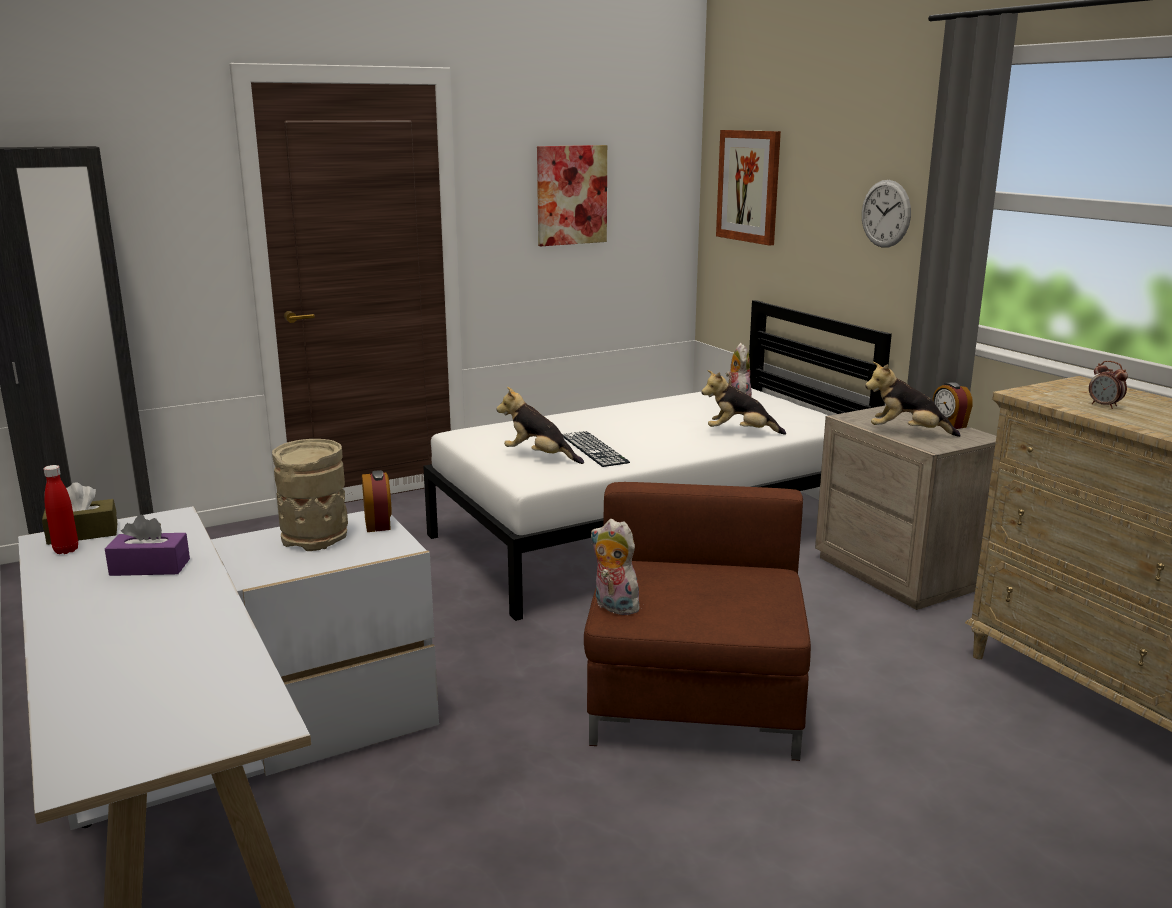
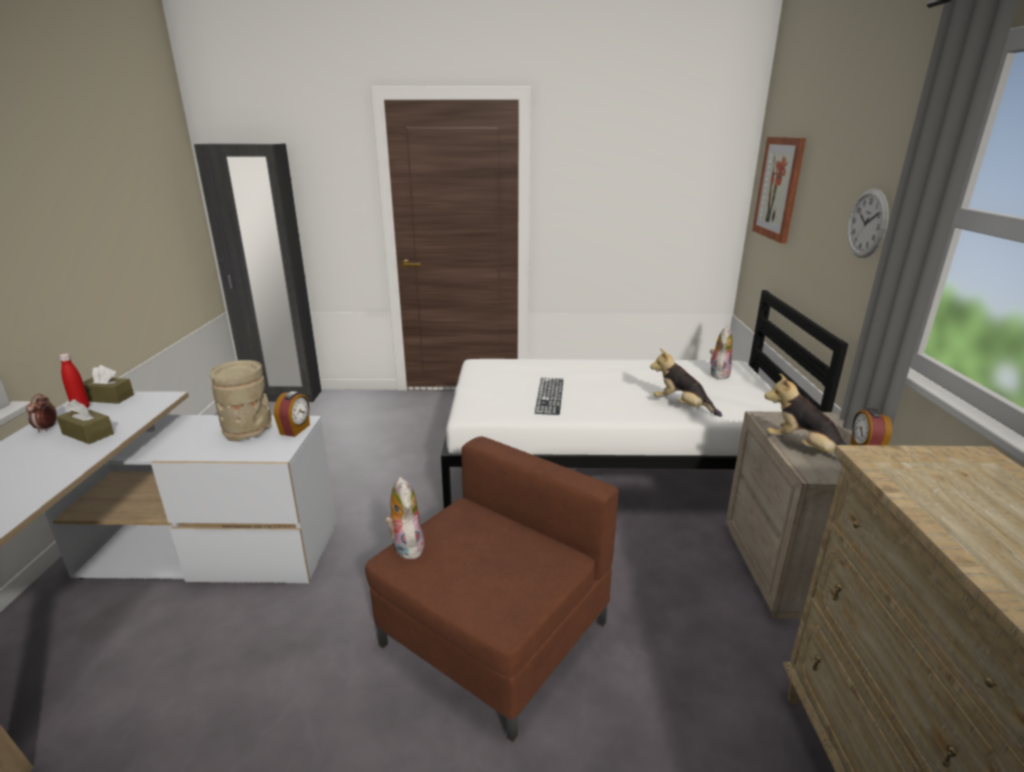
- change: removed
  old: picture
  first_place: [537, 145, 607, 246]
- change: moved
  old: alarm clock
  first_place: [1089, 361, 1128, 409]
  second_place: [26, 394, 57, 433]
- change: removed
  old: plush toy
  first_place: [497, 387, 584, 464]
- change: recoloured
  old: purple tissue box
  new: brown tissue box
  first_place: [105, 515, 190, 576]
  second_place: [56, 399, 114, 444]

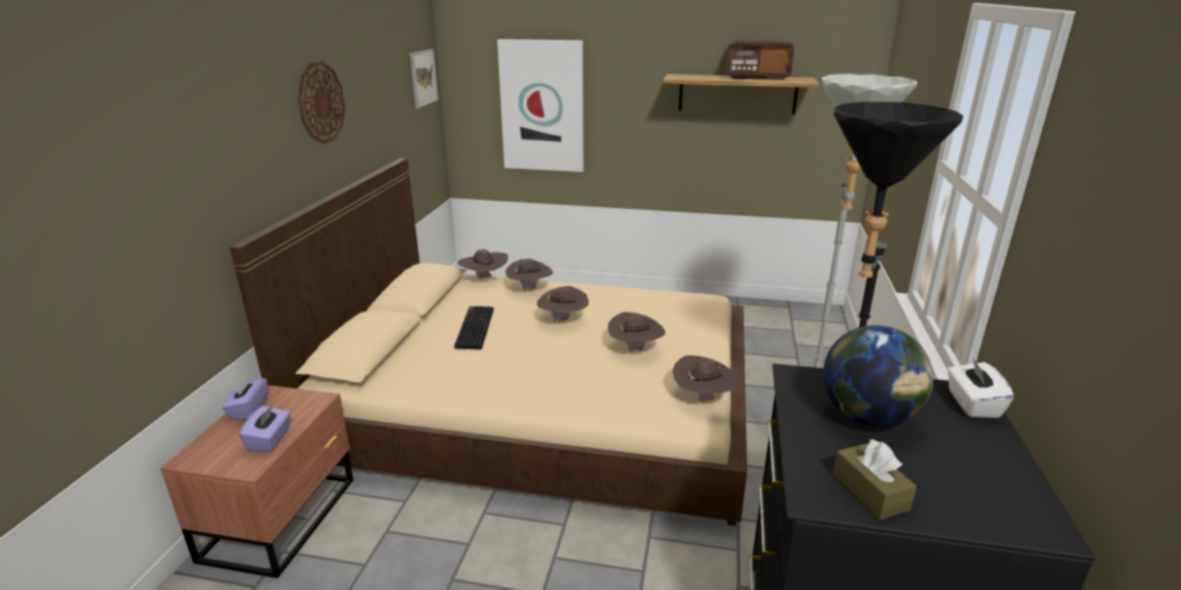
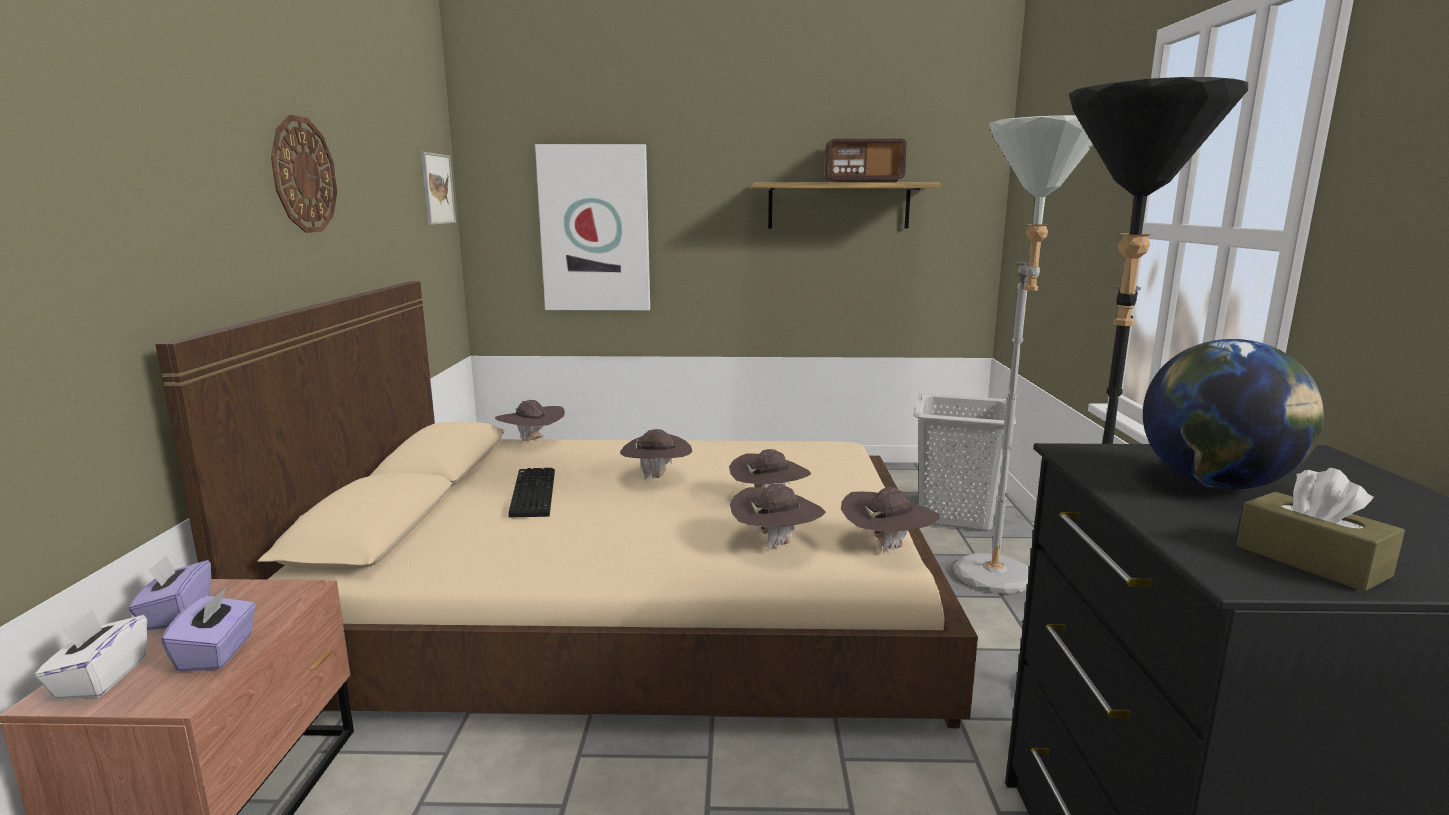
- change: moved
  old: brown hat
  first_place: [505, 259, 553, 292]
  second_place: [730, 484, 826, 550]
- change: moved
  old: white tissue box
  first_place: [947, 358, 1014, 418]
  second_place: [34, 610, 147, 699]
- change: added
  new: grey laundry basket
  second_place: [913, 393, 1016, 531]

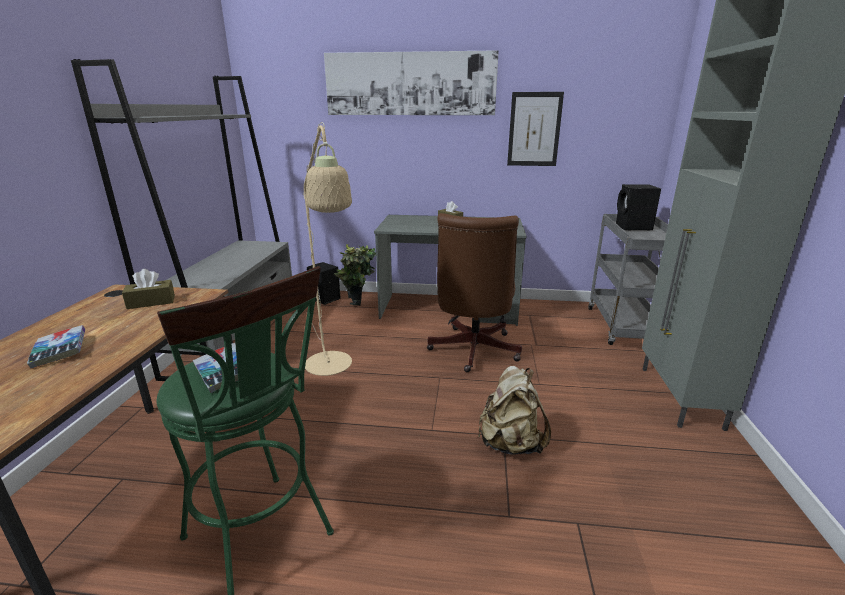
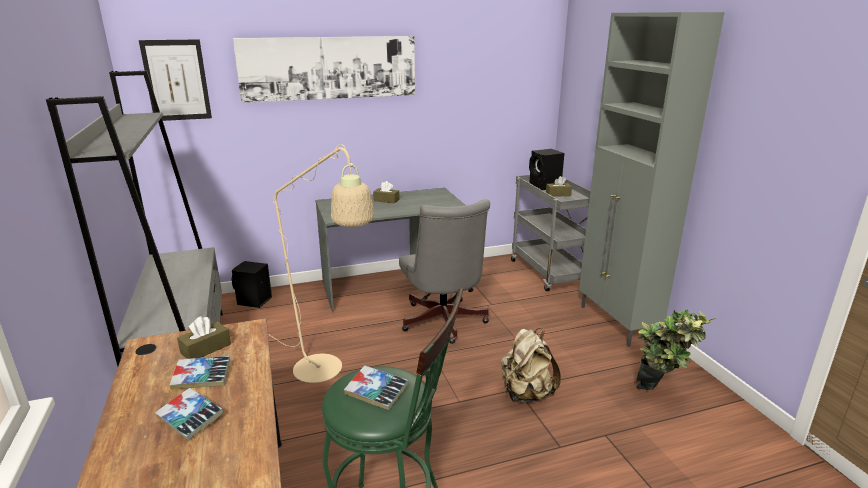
- change: moved
  old: picture
  first_place: [507, 92, 564, 166]
  second_place: [139, 40, 212, 121]
- change: recoloured
  old: brown office chair
  new: grey office chair
  first_place: [427, 213, 522, 372]
  second_place: [399, 199, 490, 344]
- change: moved
  old: potted plant
  first_place: [334, 244, 376, 306]
  second_place: [636, 309, 717, 390]
- change: added
  new: brown tissue box
  second_place: [546, 176, 572, 197]
- change: added
  new: book
  second_place: [169, 356, 230, 390]

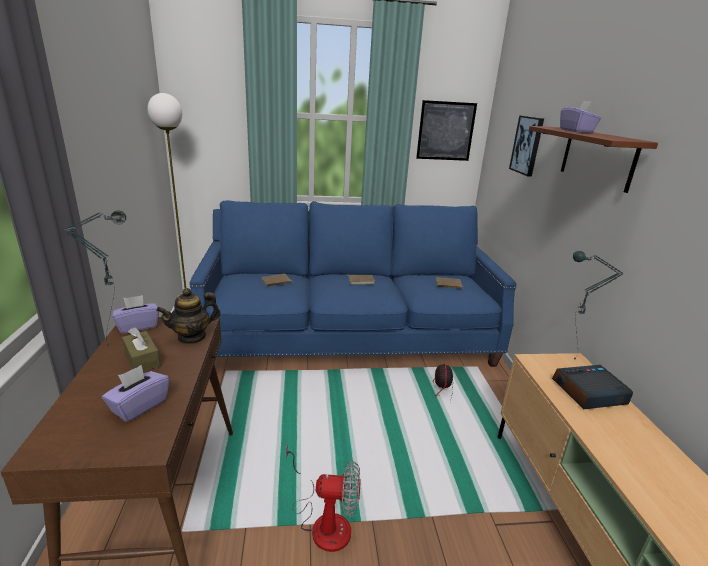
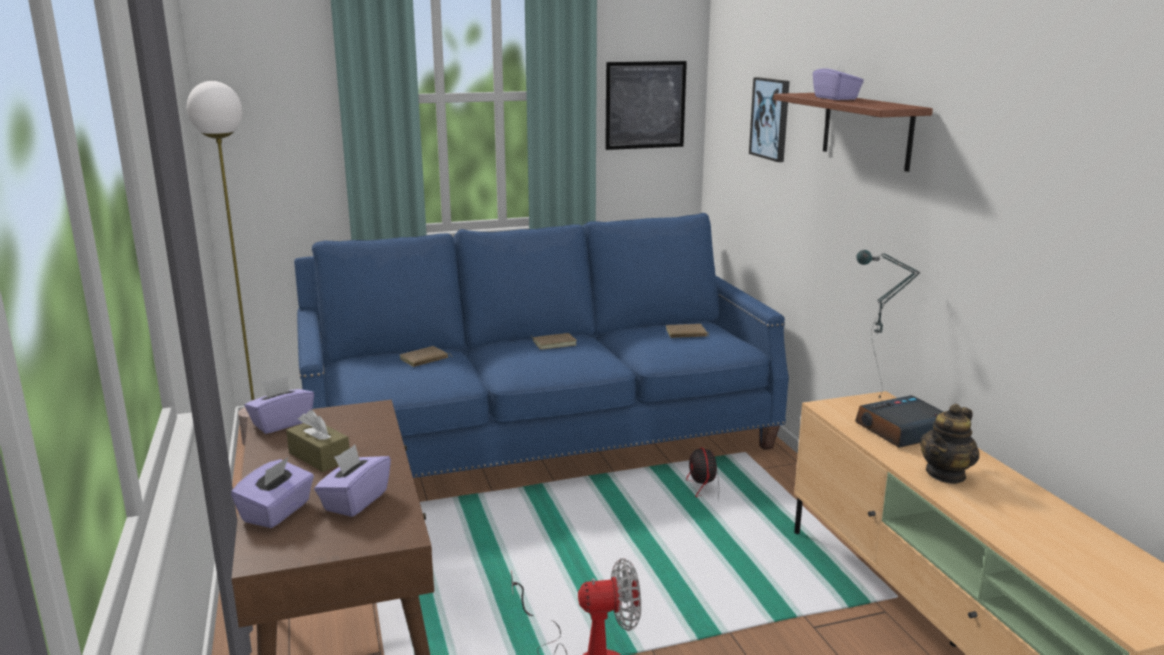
- change: removed
  old: table lamp
  first_place: [64, 210, 126, 346]
- change: moved
  old: teapot
  first_place: [156, 288, 221, 345]
  second_place: [920, 404, 979, 484]
- change: added
  new: purple tissue box
  second_place: [231, 458, 314, 528]

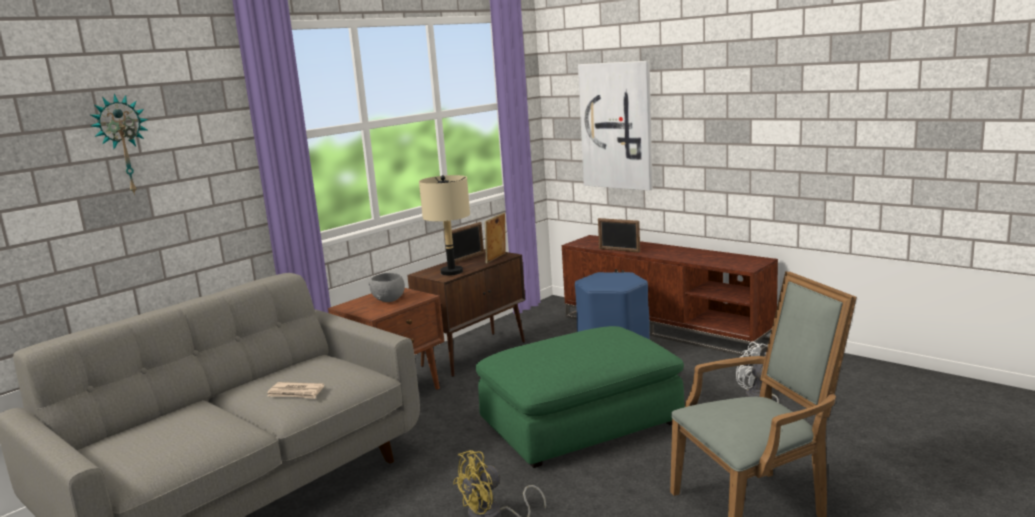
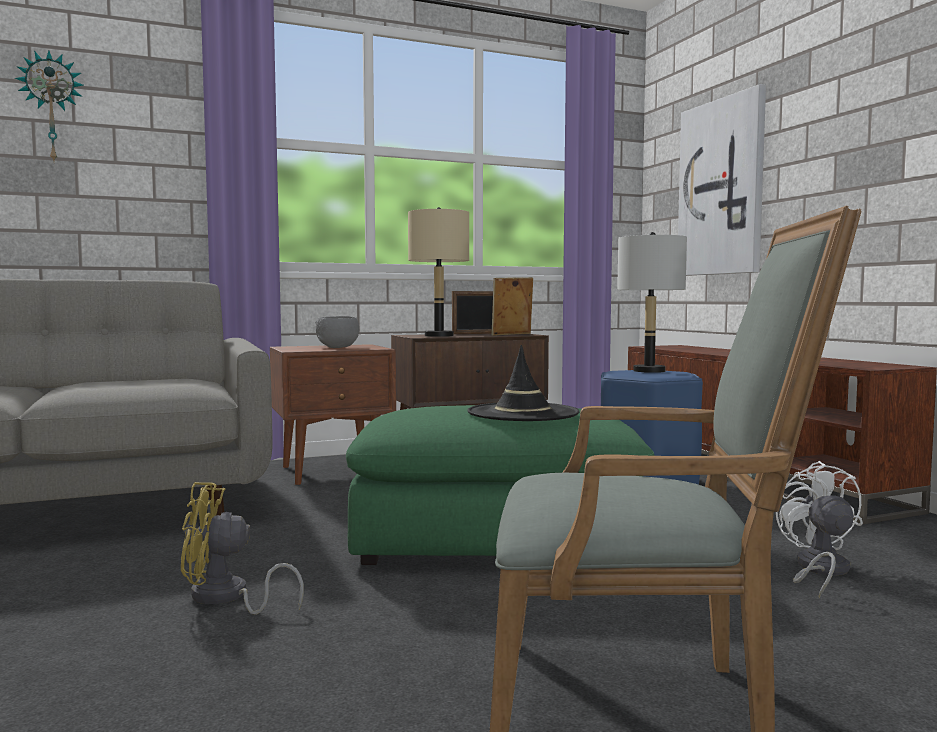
- change: removed
  old: picture frame
  first_place: [598, 218, 640, 253]
- change: removed
  old: newspaper
  first_place: [267, 382, 324, 399]
- change: added
  new: grey table lamp
  second_place: [617, 232, 687, 373]
- change: added
  new: black hat
  second_place: [467, 345, 579, 421]

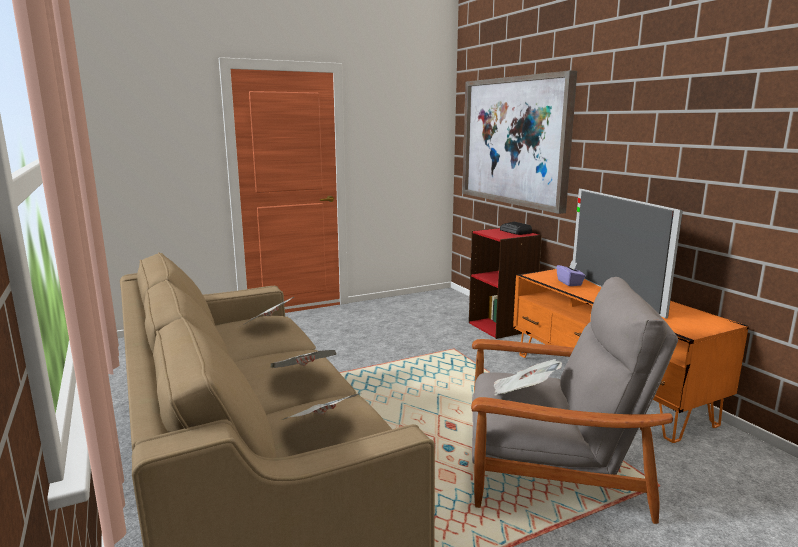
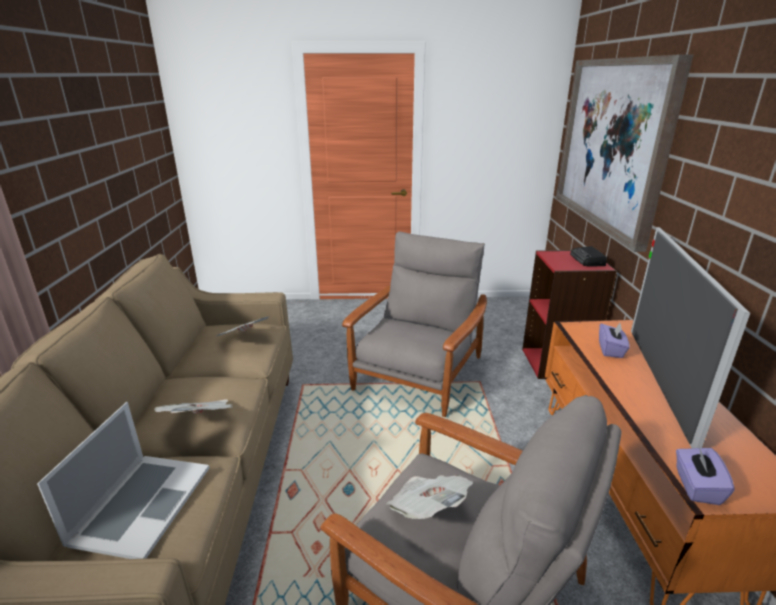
- change: replaced
  old: newspaper
  new: laptop
  first_place: [282, 393, 360, 420]
  second_place: [37, 402, 209, 559]
- change: added
  new: grey armchair
  second_place: [342, 231, 487, 417]
- change: added
  new: purple tissue box
  second_place: [676, 446, 735, 505]

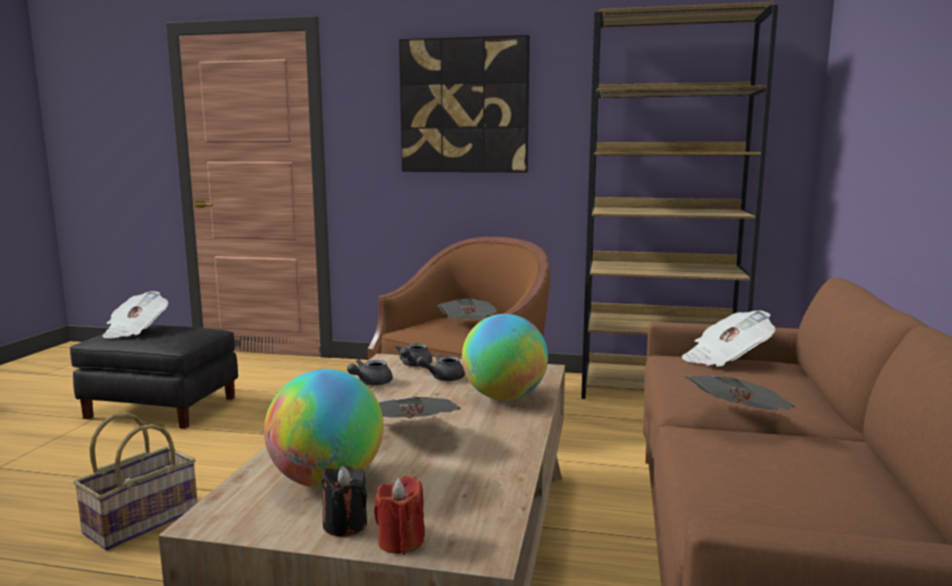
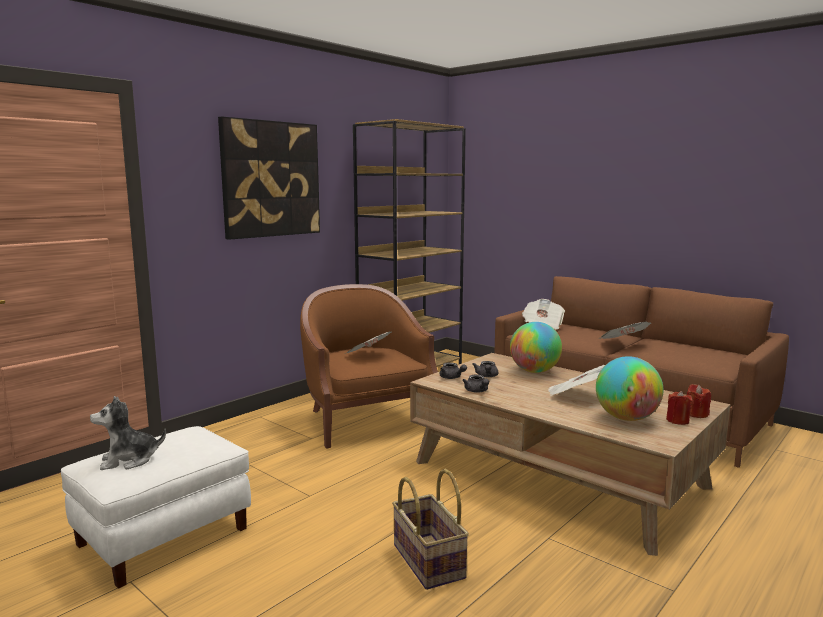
- change: replaced
  old: newspaper
  new: plush toy
  first_place: [102, 291, 168, 339]
  second_place: [90, 396, 166, 470]
- change: recoloured
  old: black ottoman
  new: white ottoman
  first_place: [70, 325, 238, 429]
  second_place: [61, 426, 251, 589]
- change: recoloured
  old: black candle
  new: red candle
  first_place: [322, 466, 367, 537]
  second_place: [666, 391, 693, 425]

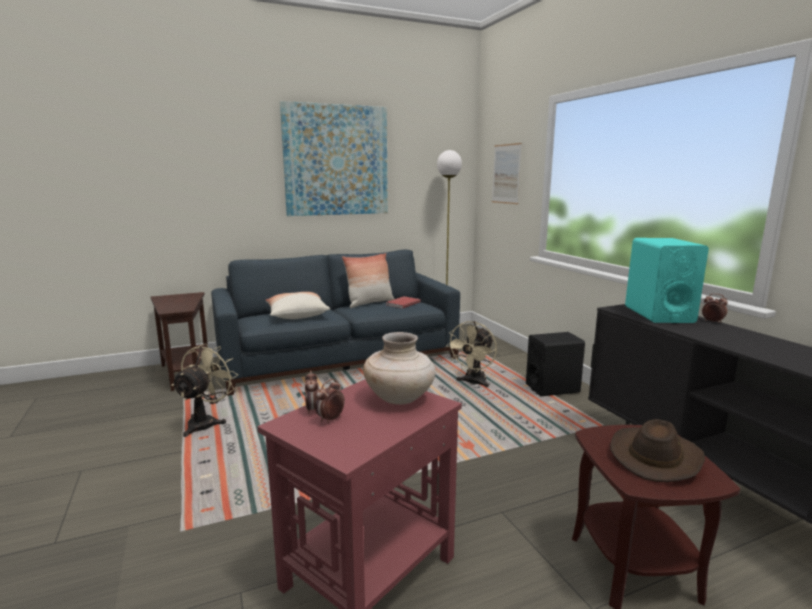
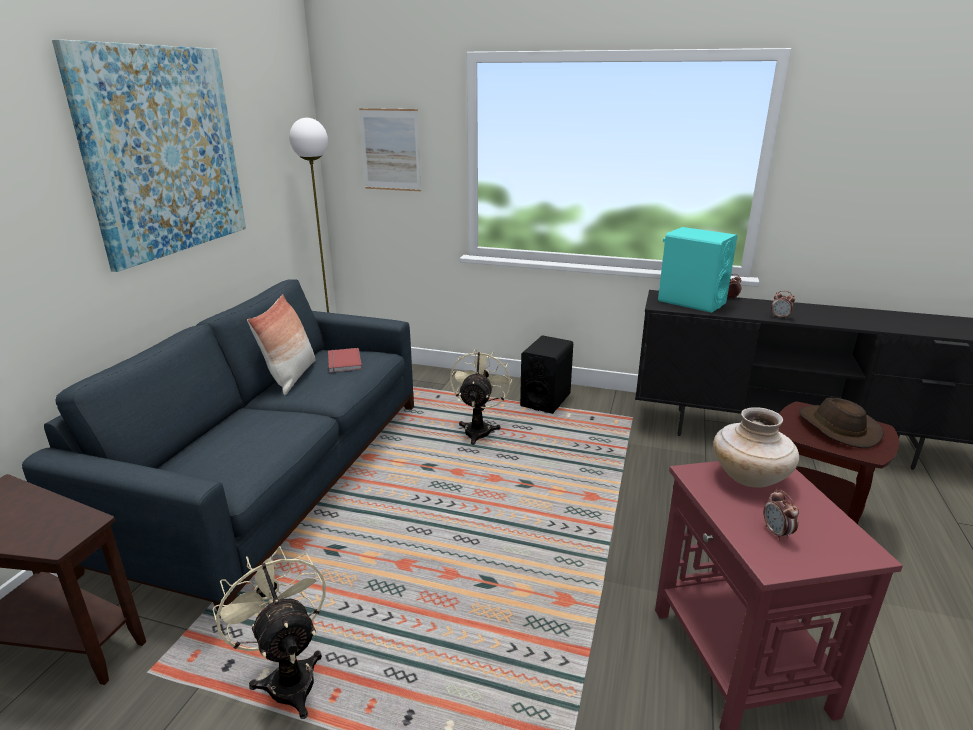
- change: removed
  old: pillow
  first_place: [265, 292, 330, 319]
- change: turned
  old: beige fan
  first_place: [446, 321, 497, 387]
  second_place: [450, 348, 512, 445]
  degrees: -150
- change: moved
  old: alarm clock
  first_place: [305, 370, 319, 414]
  second_place: [771, 291, 795, 319]

